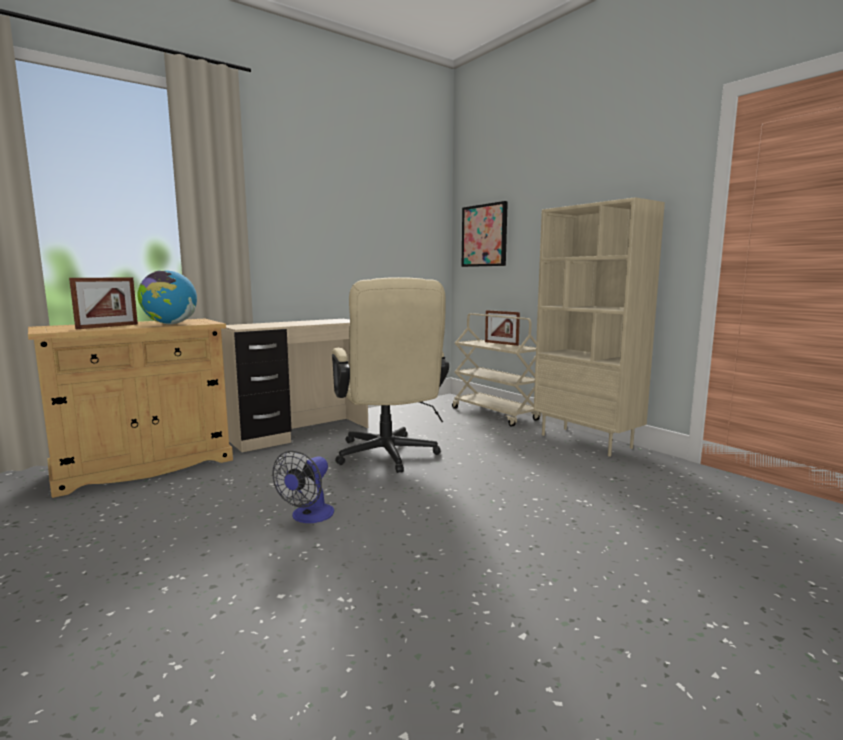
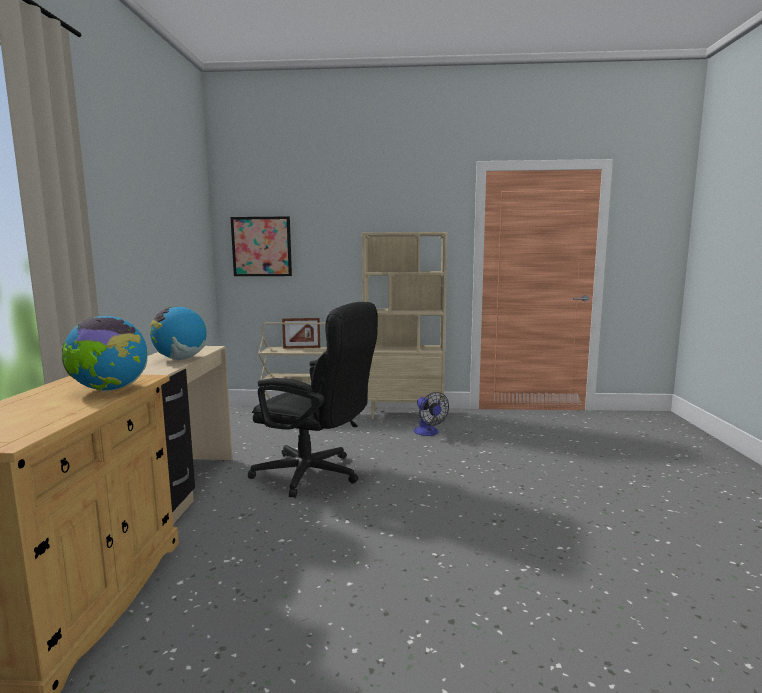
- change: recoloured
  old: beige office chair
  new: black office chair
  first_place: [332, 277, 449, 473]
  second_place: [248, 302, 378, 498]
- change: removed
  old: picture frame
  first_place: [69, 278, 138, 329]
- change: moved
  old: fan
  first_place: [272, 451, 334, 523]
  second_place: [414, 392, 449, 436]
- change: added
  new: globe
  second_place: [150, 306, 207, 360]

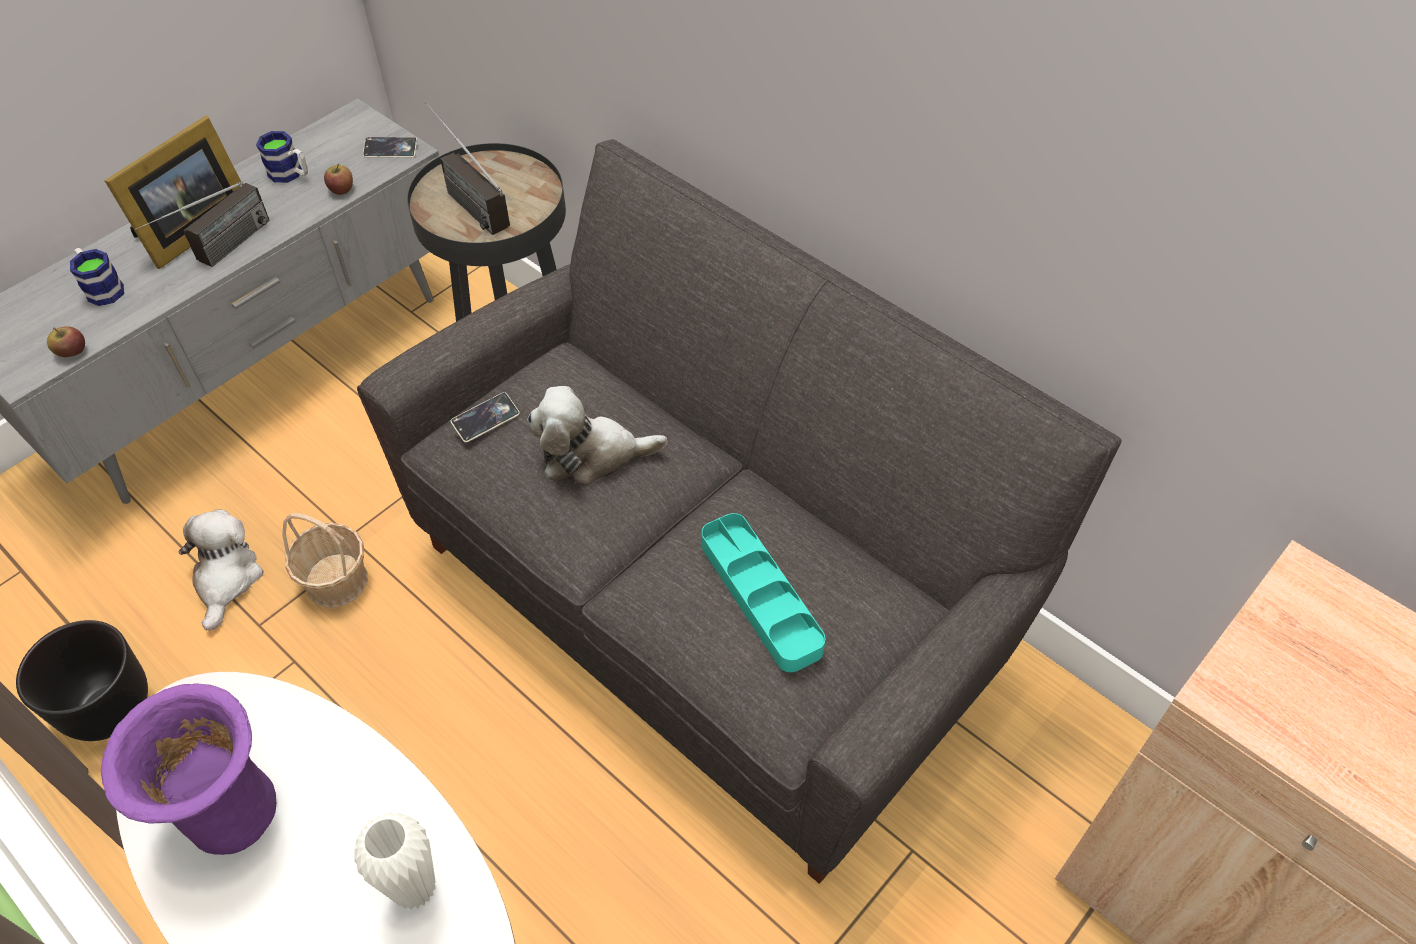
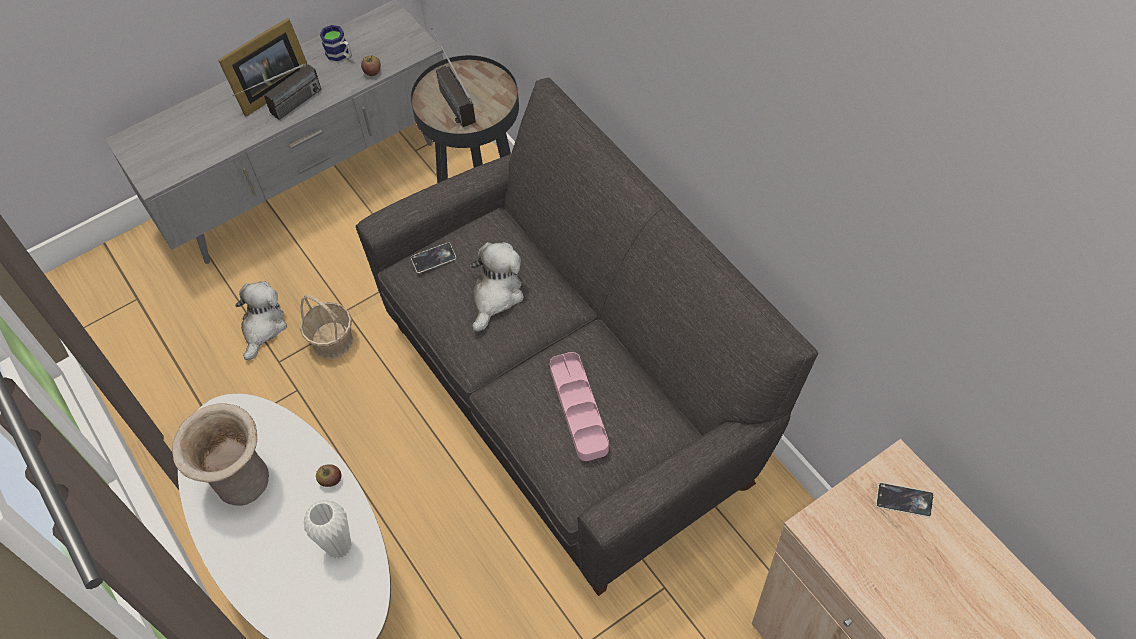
- change: moved
  old: phone
  first_place: [363, 137, 417, 158]
  second_place: [876, 482, 934, 517]
- change: removed
  old: mug
  first_place: [70, 248, 124, 306]
- change: moved
  old: apple
  first_place: [47, 326, 85, 357]
  second_place: [316, 464, 341, 487]
- change: turned
  old: plush toy
  first_place: [527, 386, 667, 487]
  second_place: [469, 242, 524, 332]
  degrees: 105
- change: recoloured
  old: turquoise tray
  new: pink tray
  first_place: [702, 513, 825, 672]
  second_place: [550, 352, 609, 461]
- change: removed
  old: black planter
  first_place: [16, 620, 148, 741]
- change: recoloured
  old: purple vase
  new: beige vase
  first_place: [101, 683, 276, 855]
  second_place: [172, 403, 269, 506]

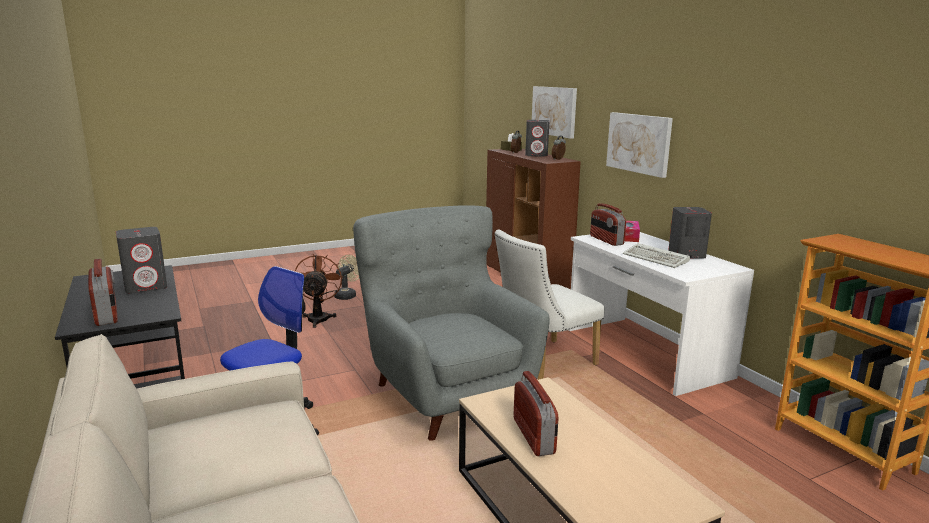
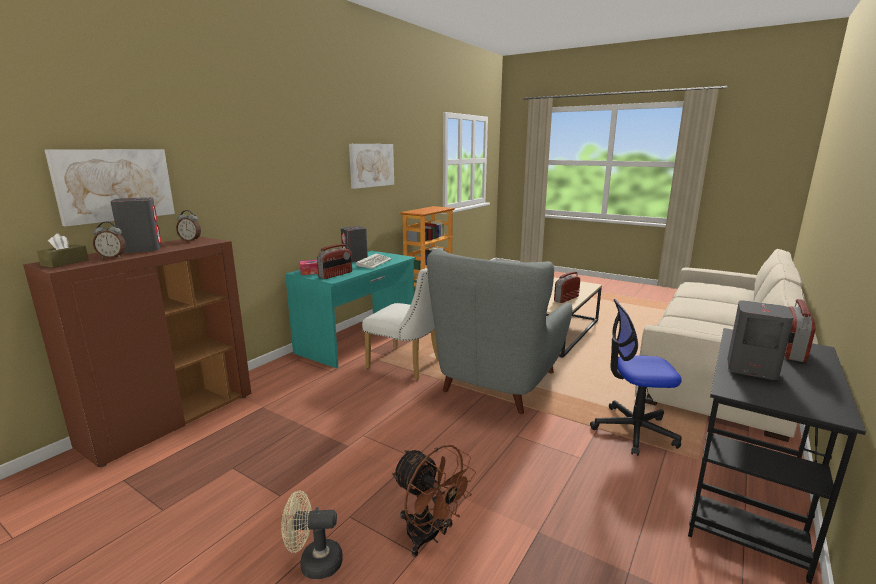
- change: moved
  old: picture
  first_place: [606, 112, 673, 178]
  second_place: [349, 144, 394, 189]
- change: recoloured
  old: white desk
  new: turquoise desk
  first_place: [569, 232, 754, 396]
  second_place: [285, 251, 416, 368]
- change: turned
  old: brown fan
  first_place: [295, 254, 343, 328]
  second_place: [392, 444, 476, 557]
  degrees: -105

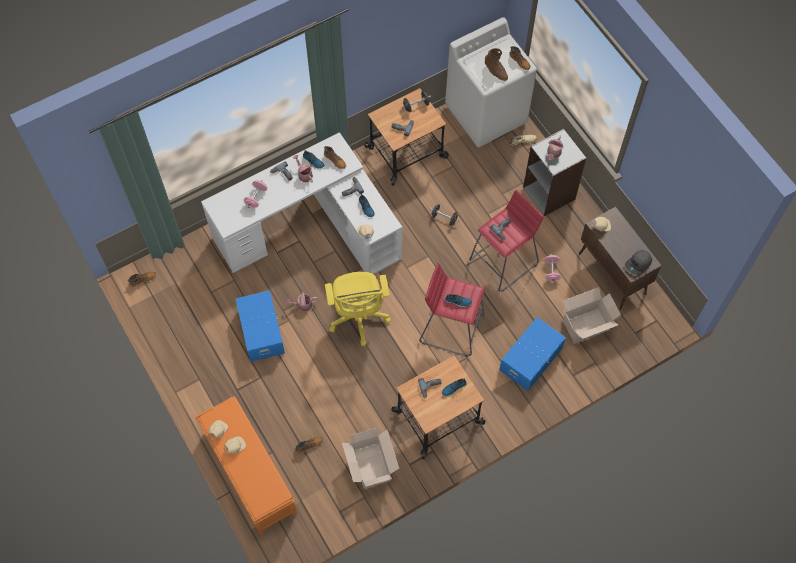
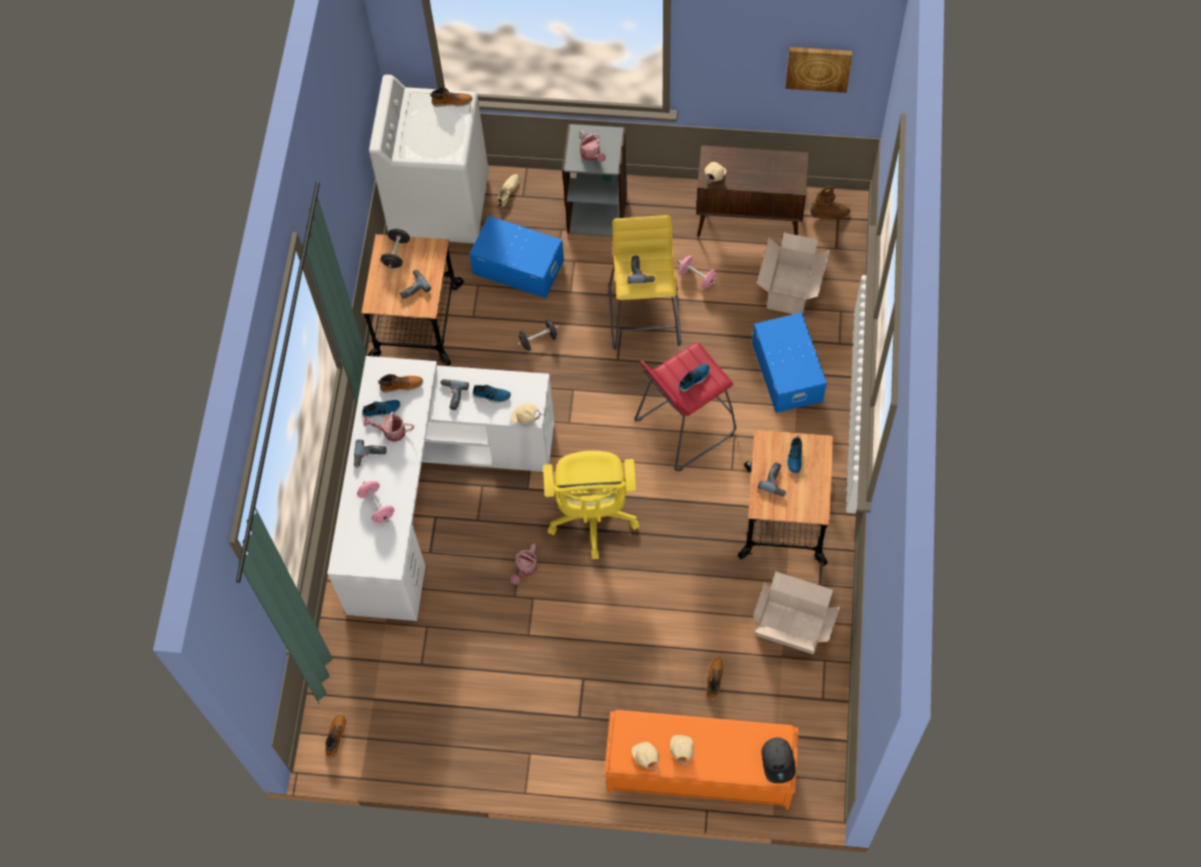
- change: moved
  old: brown boot
  first_place: [485, 48, 508, 81]
  second_place: [810, 186, 850, 220]
- change: recoloured
  old: red stool
  new: yellow stool
  first_place: [469, 190, 544, 291]
  second_place: [608, 215, 681, 350]
- change: moved
  old: grey cap
  first_place: [625, 250, 652, 275]
  second_place: [761, 738, 795, 783]
- change: turned
  old: yellow office chair
  first_place: [325, 272, 391, 346]
  second_place: [543, 451, 640, 560]
  degrees: 60
- change: moved
  old: blue storage box
  first_place: [235, 290, 285, 362]
  second_place: [469, 216, 564, 298]
- change: added
  new: picture
  second_place: [785, 47, 853, 93]

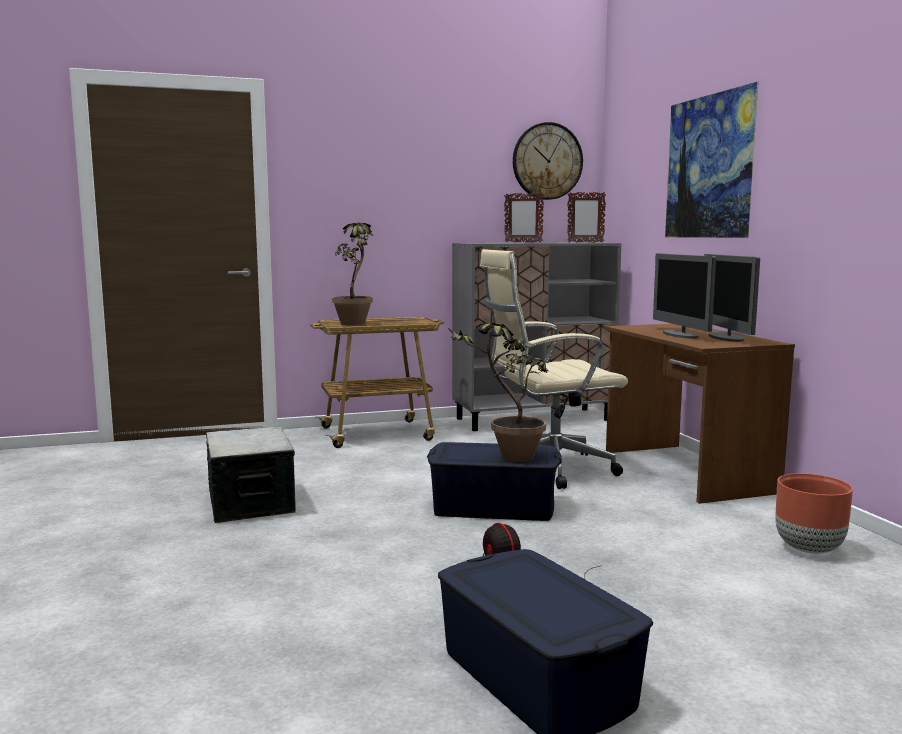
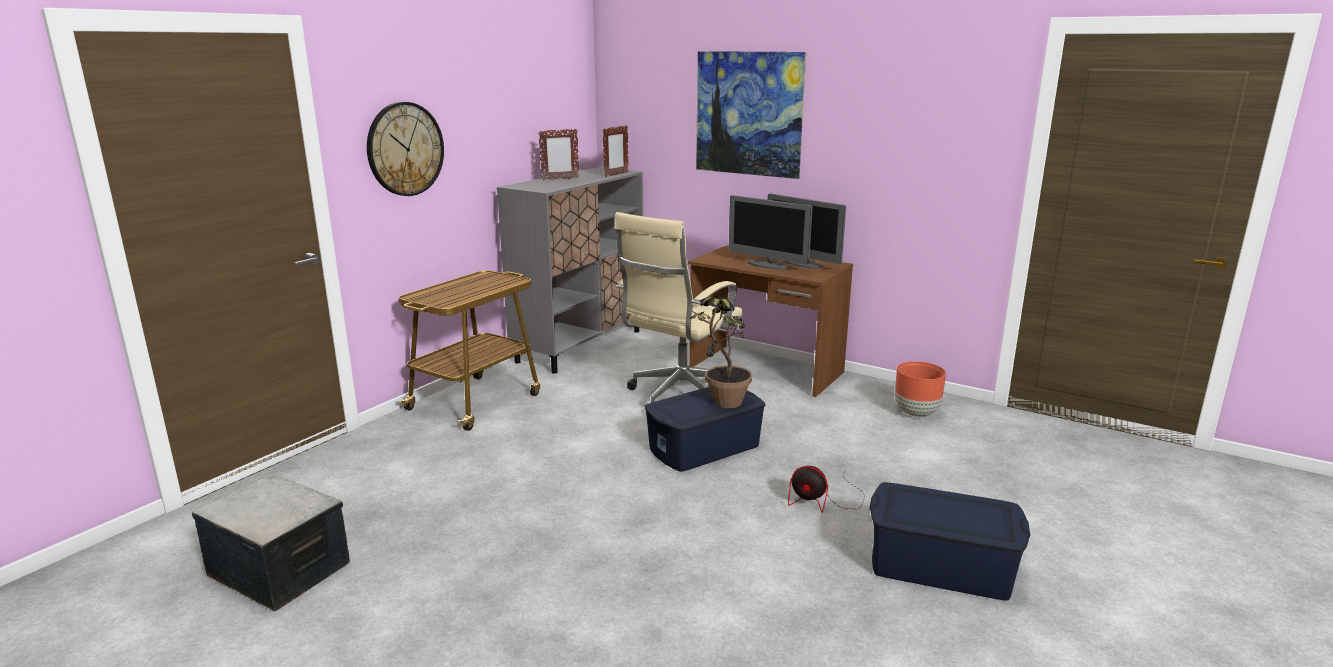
- change: moved
  old: wall clock
  first_place: [513, 122, 583, 200]
  second_place: [367, 102, 444, 196]
- change: removed
  old: potted plant
  first_place: [332, 223, 373, 325]
- change: moved
  old: storage box
  first_place: [206, 427, 296, 523]
  second_place: [192, 474, 350, 611]

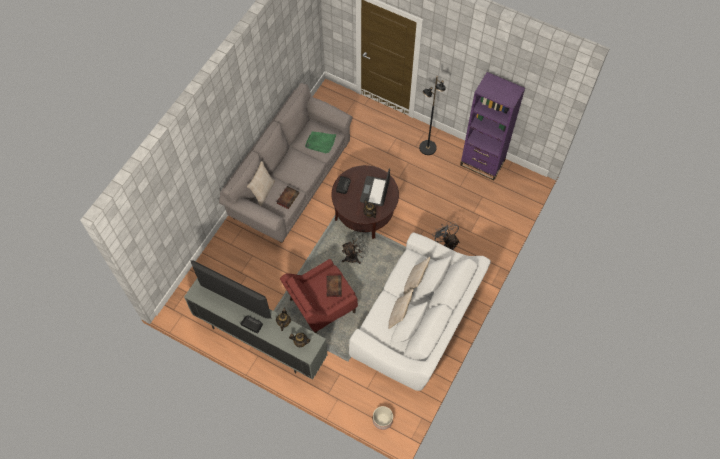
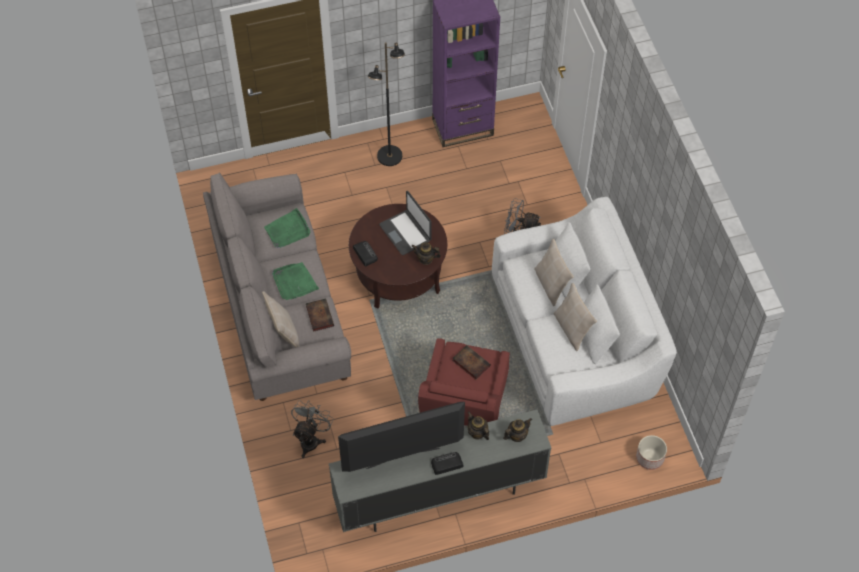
- change: moved
  old: grey fan
  first_place: [342, 231, 369, 264]
  second_place: [291, 400, 334, 458]
- change: added
  new: green tray
  second_place: [272, 262, 319, 300]

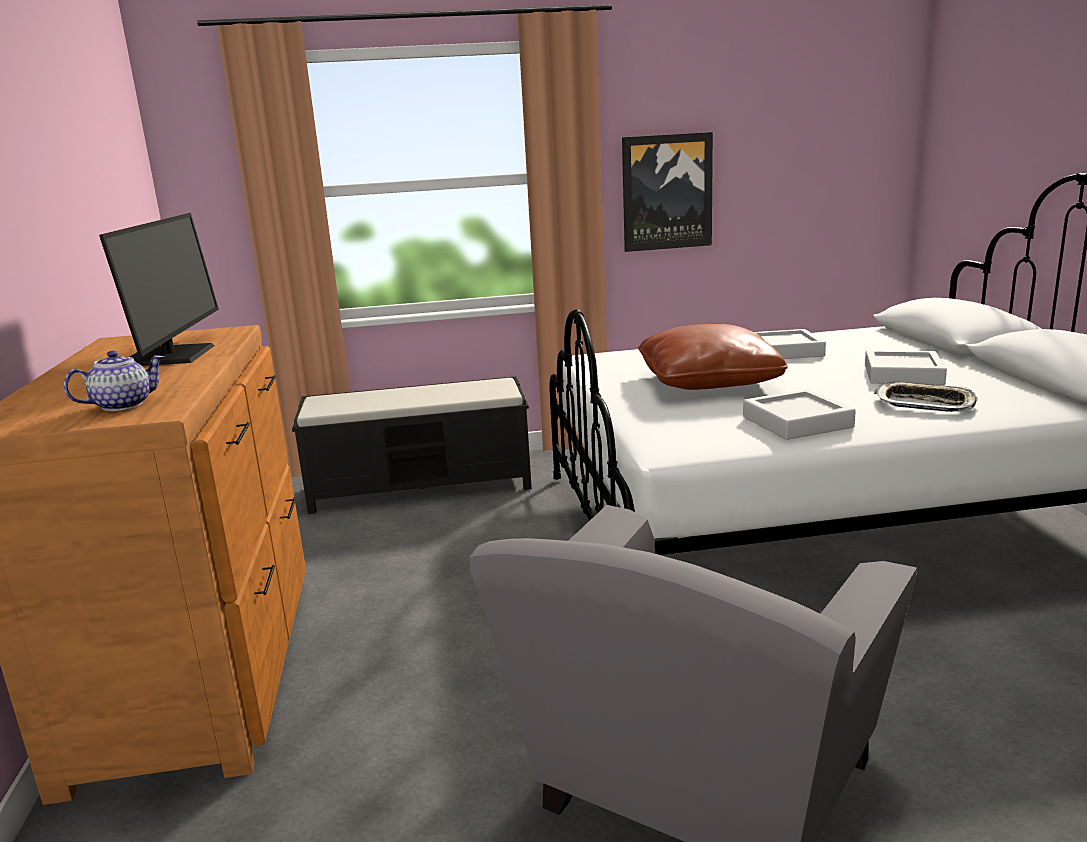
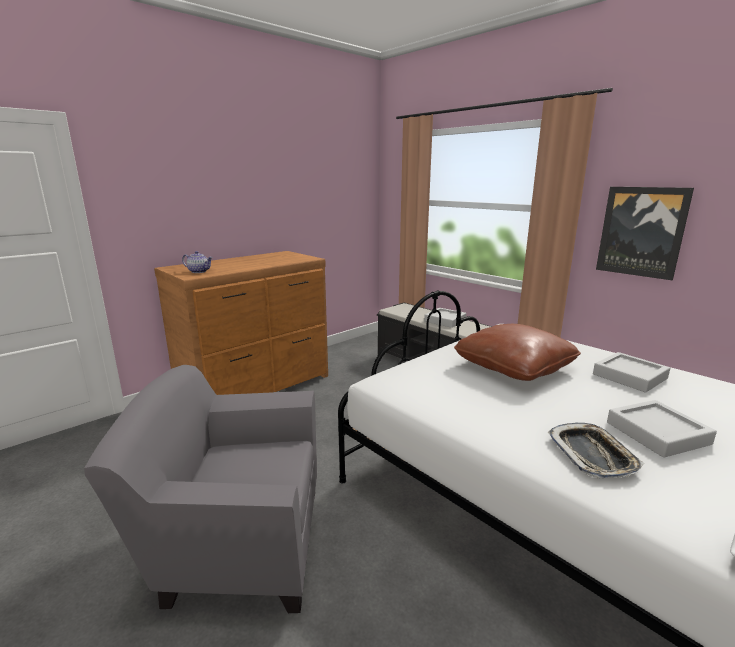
- change: removed
  old: monitor
  first_place: [99, 213, 219, 366]
- change: moved
  old: grey tray
  first_place: [743, 389, 856, 440]
  second_place: [424, 308, 466, 328]

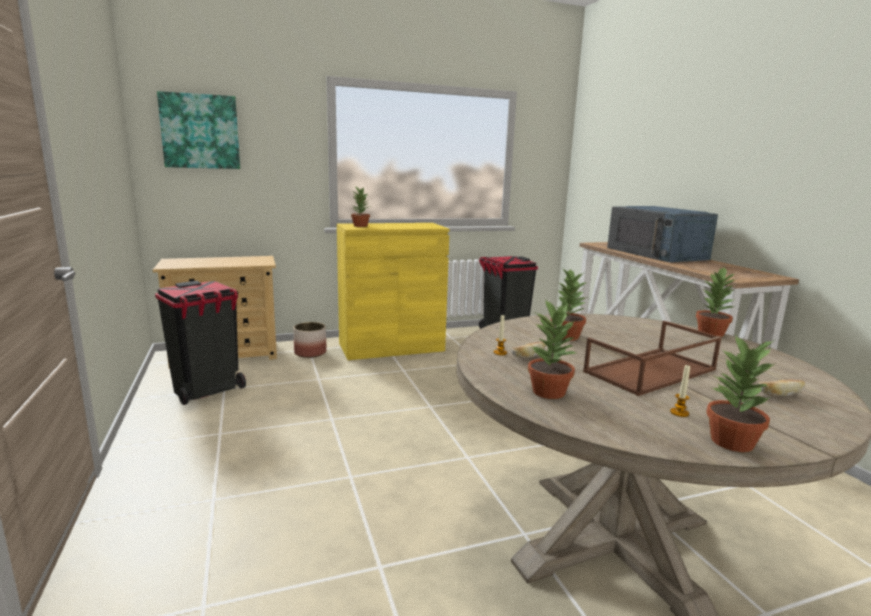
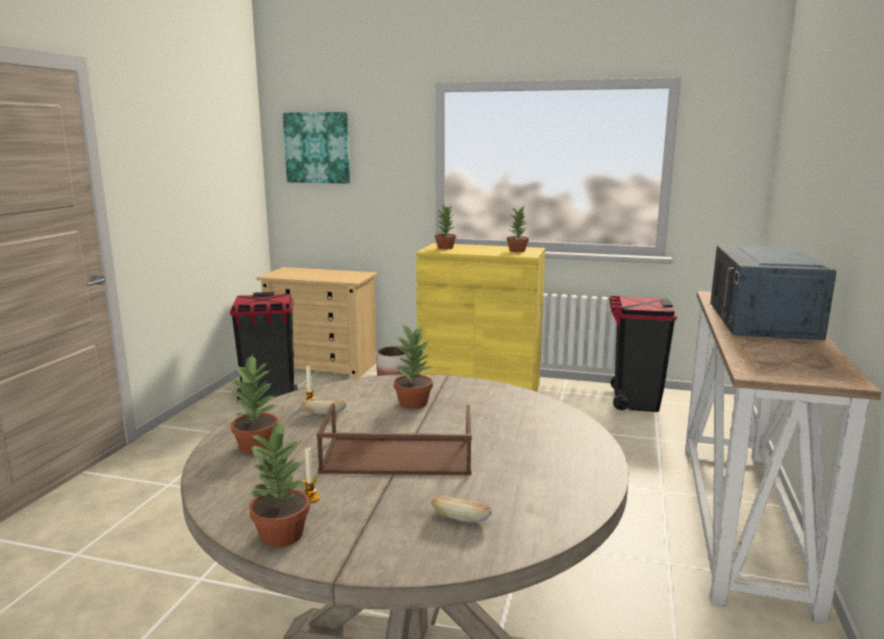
- change: moved
  old: potted plant
  first_place: [696, 268, 737, 337]
  second_place: [507, 206, 529, 252]

